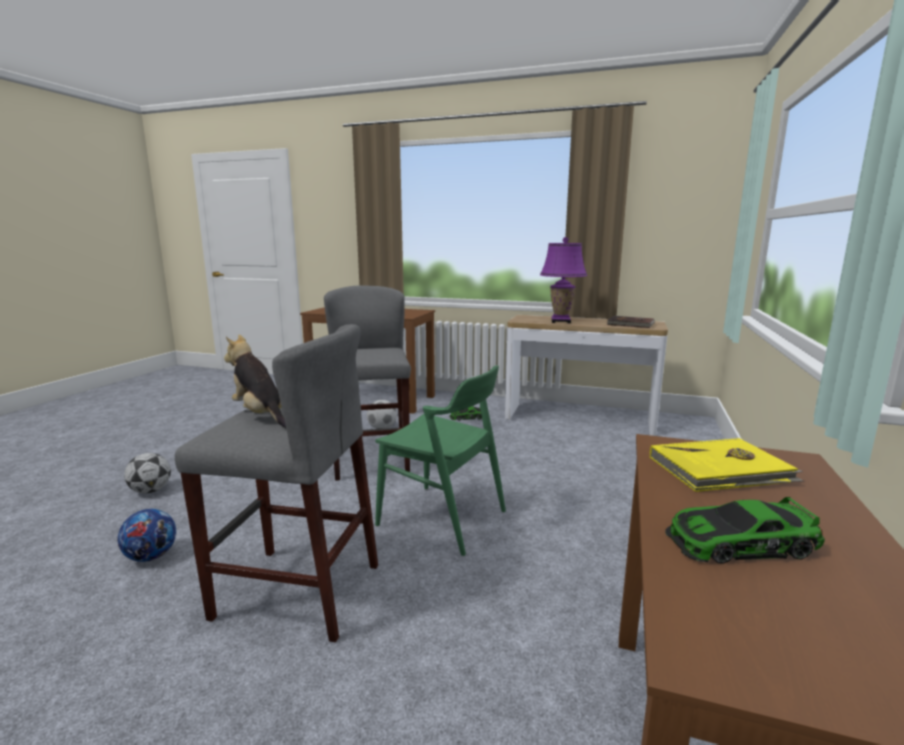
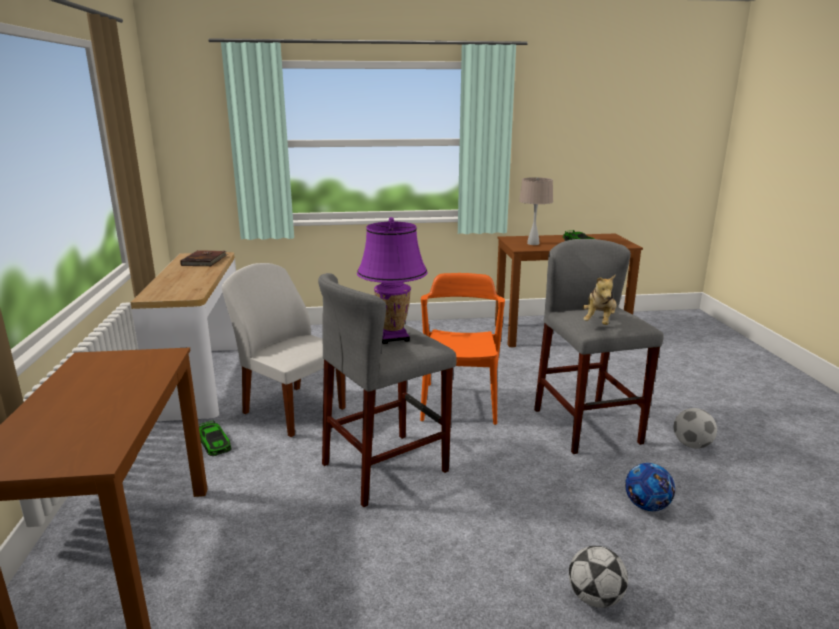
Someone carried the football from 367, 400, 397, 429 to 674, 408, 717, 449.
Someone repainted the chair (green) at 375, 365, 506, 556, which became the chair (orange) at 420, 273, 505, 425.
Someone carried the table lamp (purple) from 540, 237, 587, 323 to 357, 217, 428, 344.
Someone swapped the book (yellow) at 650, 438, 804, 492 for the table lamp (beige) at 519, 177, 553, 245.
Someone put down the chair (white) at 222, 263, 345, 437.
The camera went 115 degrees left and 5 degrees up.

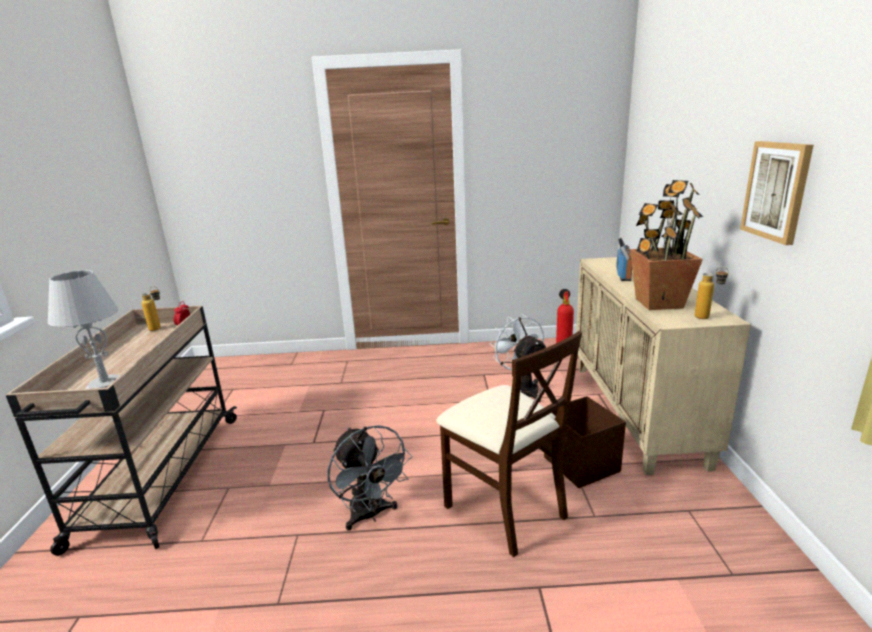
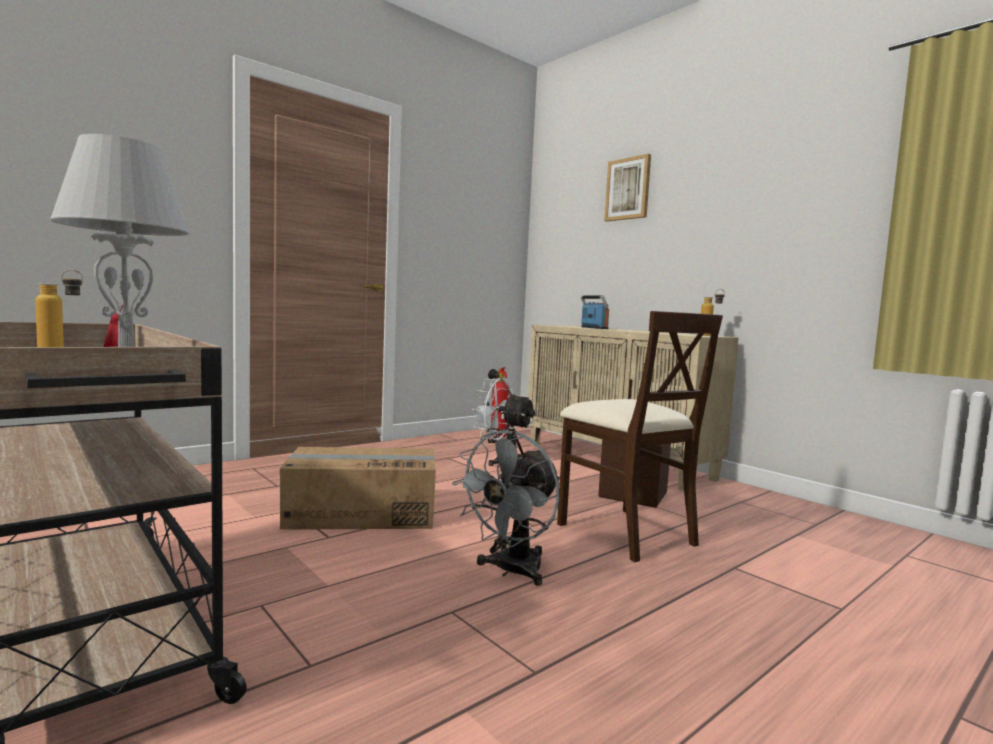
Someone rotated the fan (grey) at 327, 425, 412, 531 by 105 degrees clockwise.
Someone rotated the chair (beige) at 436, 331, 582, 557 by 45 degrees clockwise.
Someone took away the potted plant at 630, 180, 703, 310.
Someone carried the picture from 740, 141, 814, 245 to 604, 154, 651, 221.
Someone put down the cardboard box at 280, 447, 436, 530.
The camera went 40 degrees left and 15 degrees down.

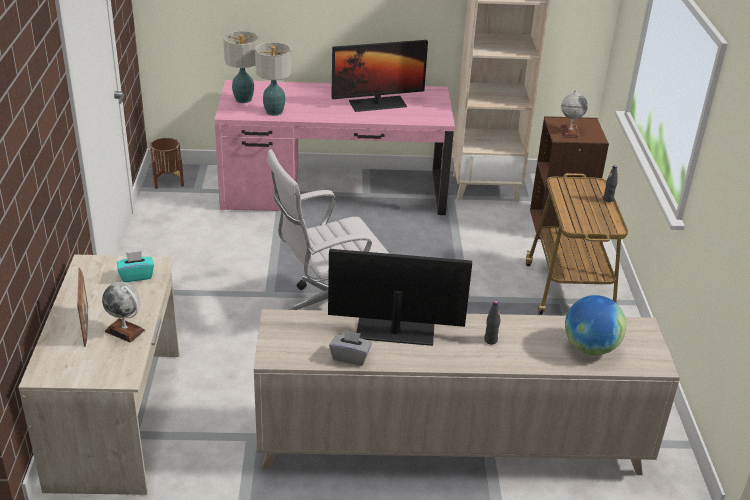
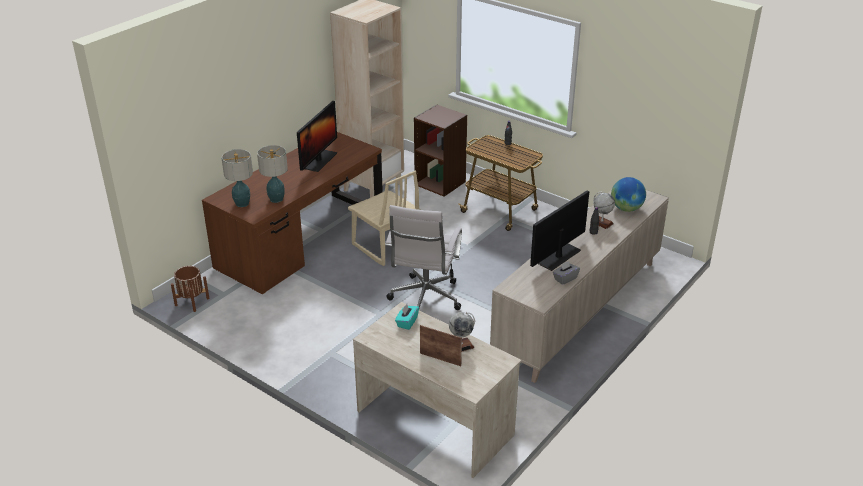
Someone repainted the desk (pink) at 215, 80, 455, 215, which became the desk (brown) at 202, 132, 383, 294.
Someone carried the globe from 561, 91, 588, 138 to 593, 192, 615, 229.
Someone put down the chair (beige) at 348, 171, 420, 266.
The camera went 50 degrees left and 0 degrees up.

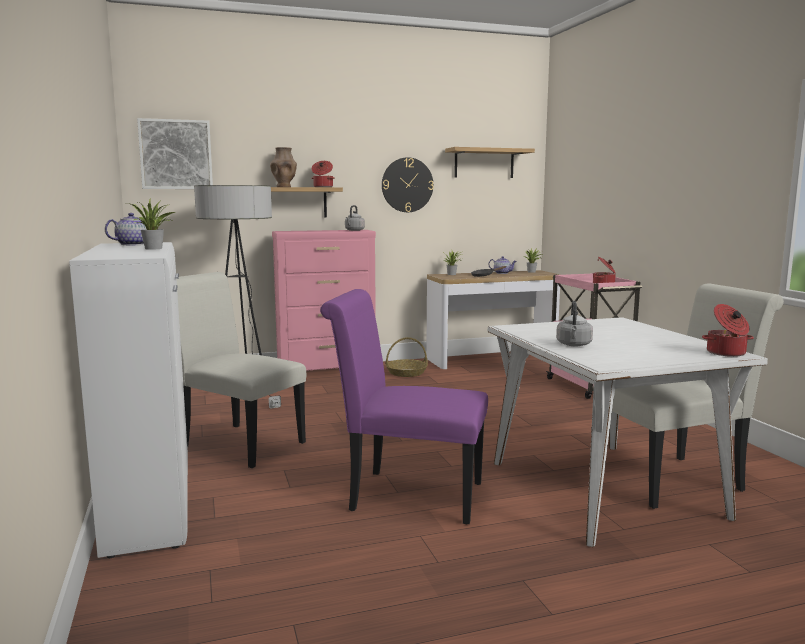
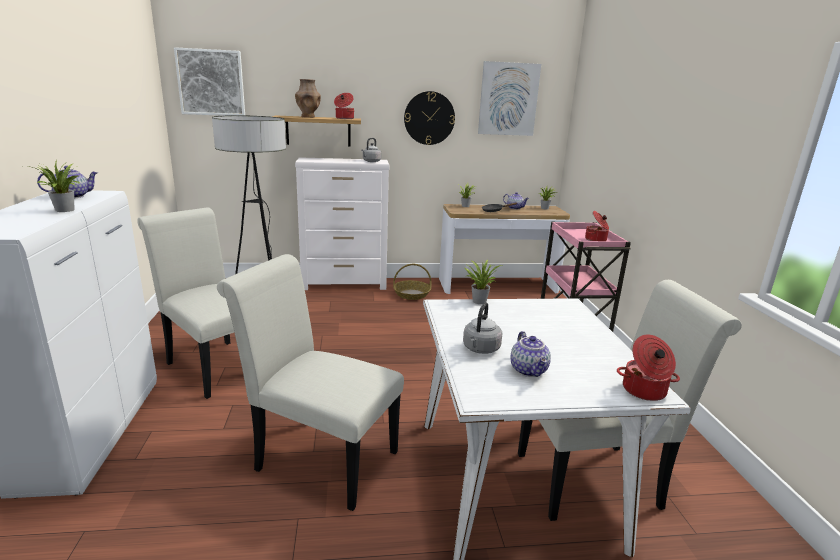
Someone repainted the dresser (pink) at 272, 230, 376, 371, which became the dresser (white) at 295, 157, 389, 290.
Someone repainted the chair (purple) at 320, 289, 488, 524, which became the chair (white) at 217, 254, 404, 511.
Someone swapped the shelf at 445, 147, 535, 178 for the picture at 478, 61, 541, 136.
Someone put down the potted plant at 465, 260, 503, 304.
Someone put down the teapot at 511, 331, 551, 377.
The camera went 10 degrees right and 10 degrees up.

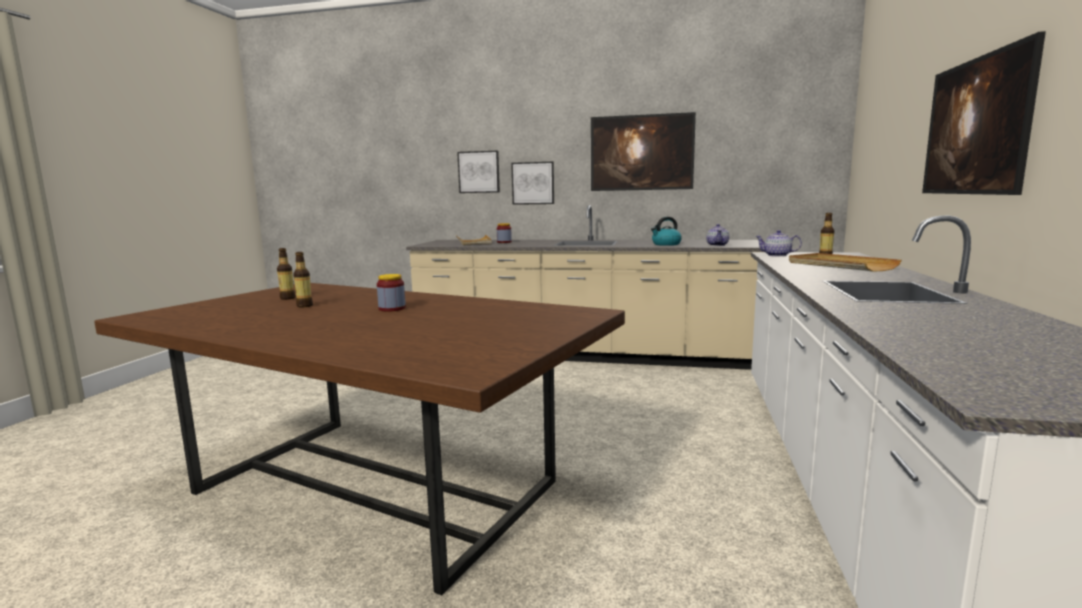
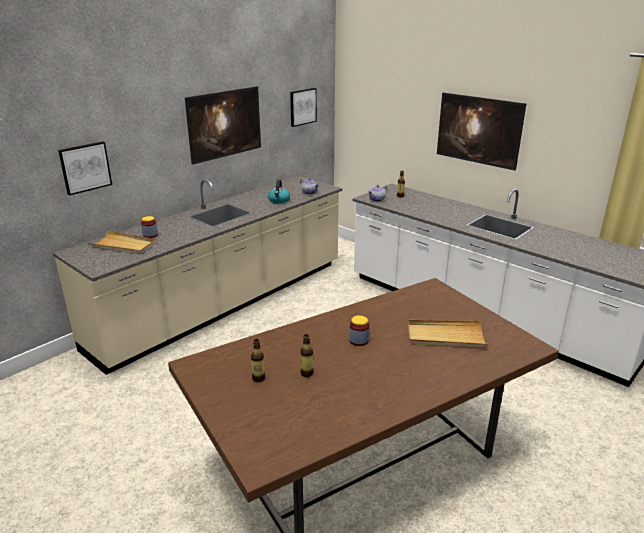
Someone carried the picture from 511, 162, 554, 205 to 290, 88, 317, 127.
Someone carried the tray (beige) from 789, 253, 902, 272 to 408, 320, 488, 346.
The camera went 60 degrees left and 15 degrees up.

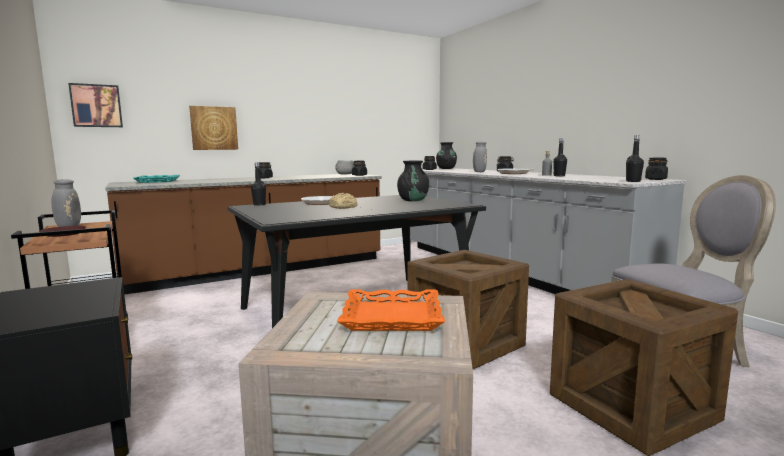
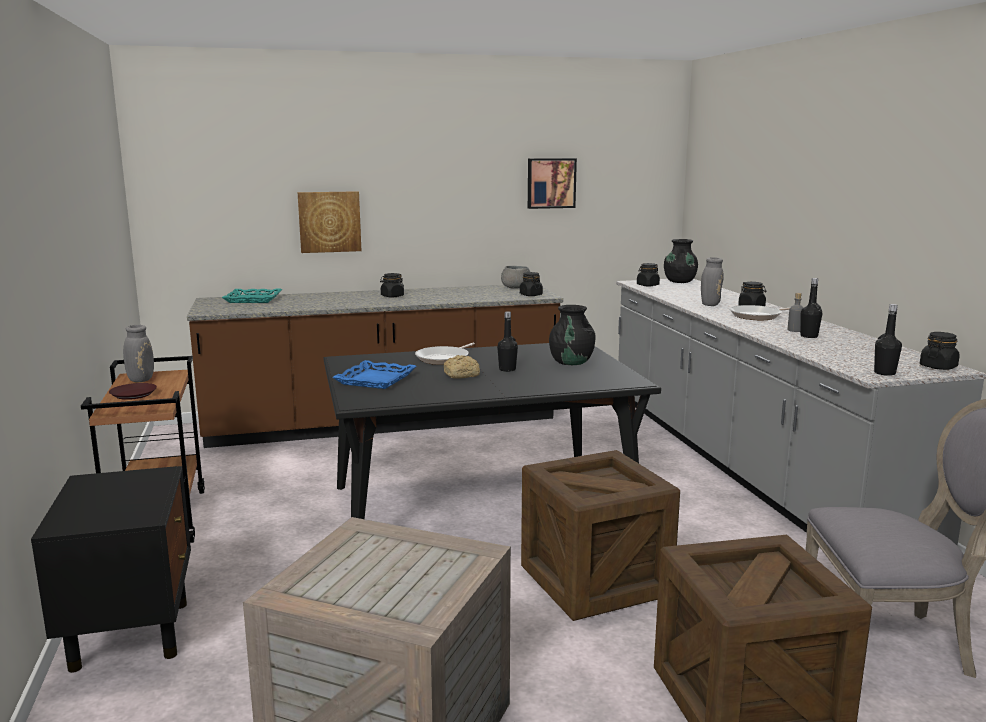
Someone carried the picture from 68, 83, 123, 127 to 528, 158, 577, 209.
Someone carried the bottle (black) from 251, 163, 266, 206 to 497, 311, 518, 372.
Someone took away the tray (orange) at 337, 290, 445, 331.
Someone put down the tray (blue) at 332, 360, 416, 389.
The camera went 15 degrees right and 5 degrees up.

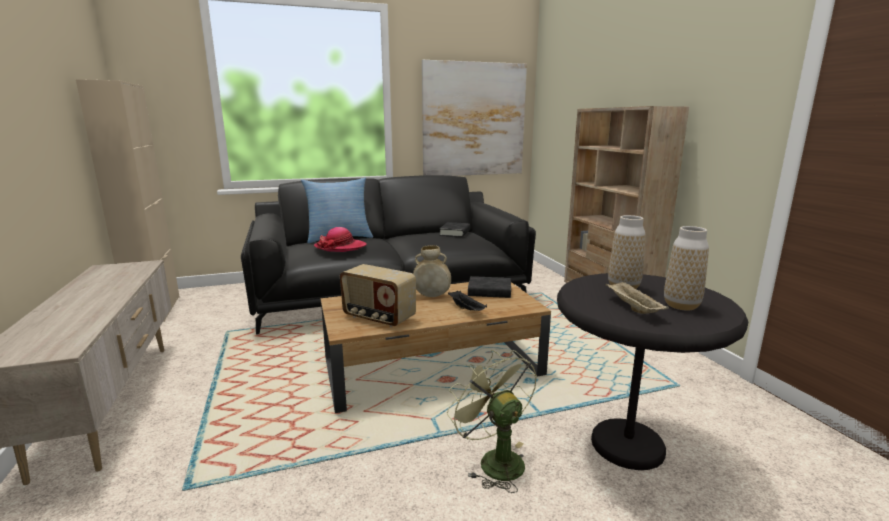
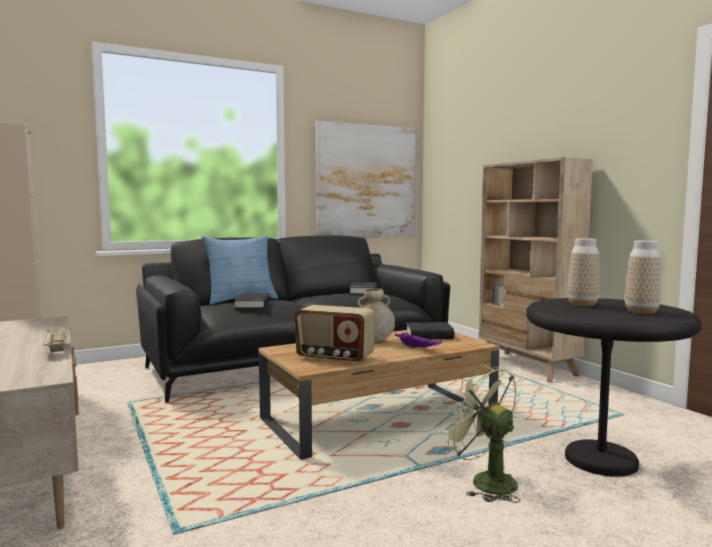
Someone swapped the hat at 314, 227, 367, 252 for the book (black) at 234, 294, 270, 309.
Someone repainted the tray (black) at 448, 291, 487, 311, which became the tray (purple) at 395, 333, 442, 349.
Someone carried the tray (beige) from 606, 281, 669, 314 to 42, 329, 71, 352.
The camera went 10 degrees left and 10 degrees down.

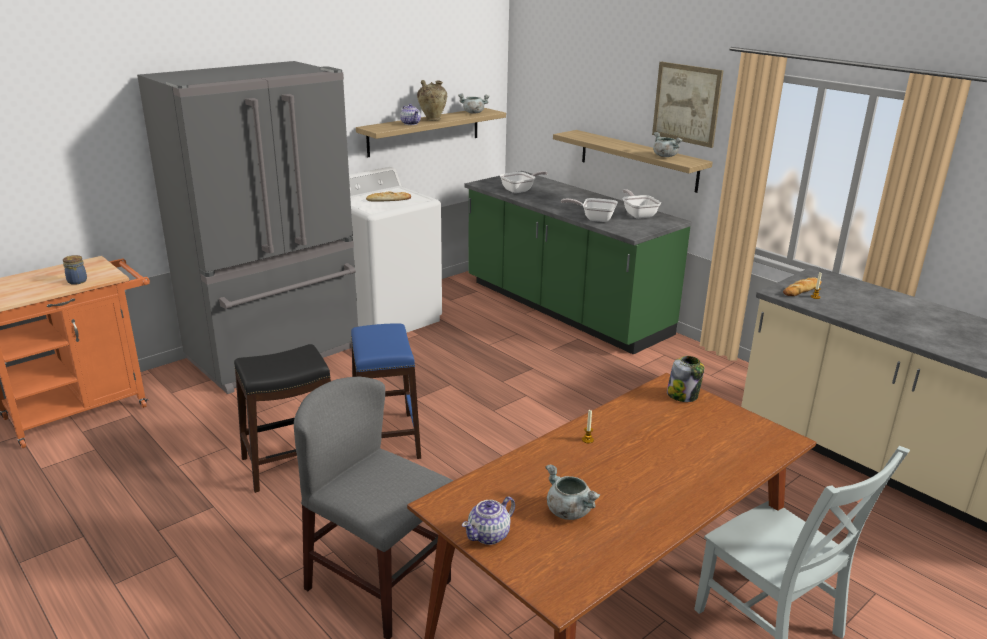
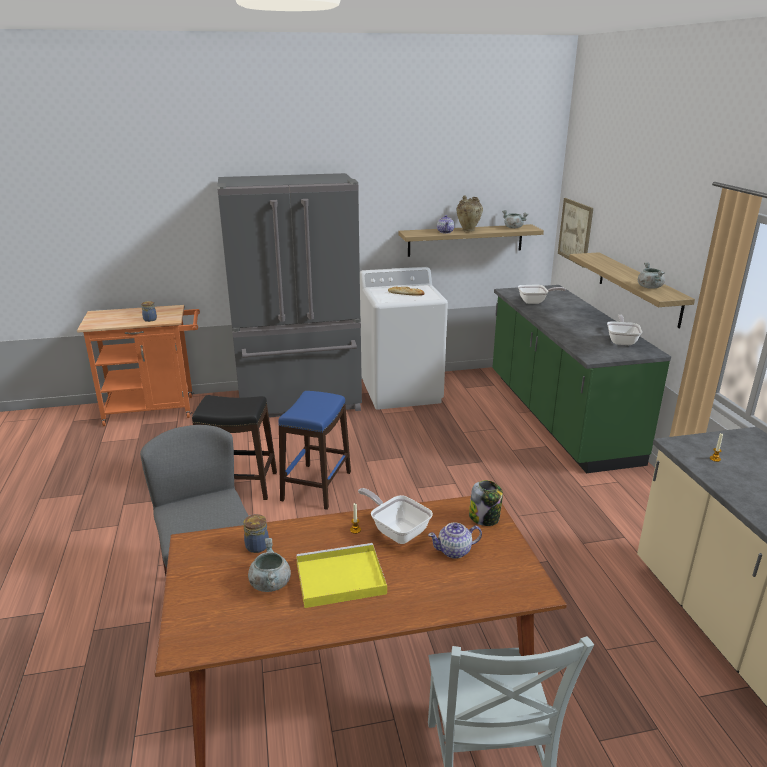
Someone carried the teapot from 462, 497, 515, 545 to 428, 522, 482, 558.
Someone carried the frying pan from 561, 198, 618, 222 to 358, 488, 433, 544.
Someone carried the picture from 652, 62, 724, 148 to 558, 198, 593, 268.
Someone took away the bread at 783, 277, 822, 296.
Someone put down the jar at 243, 514, 269, 553.
Someone put down the tray (yellow) at 296, 543, 387, 608.
The camera went 30 degrees right and 0 degrees up.

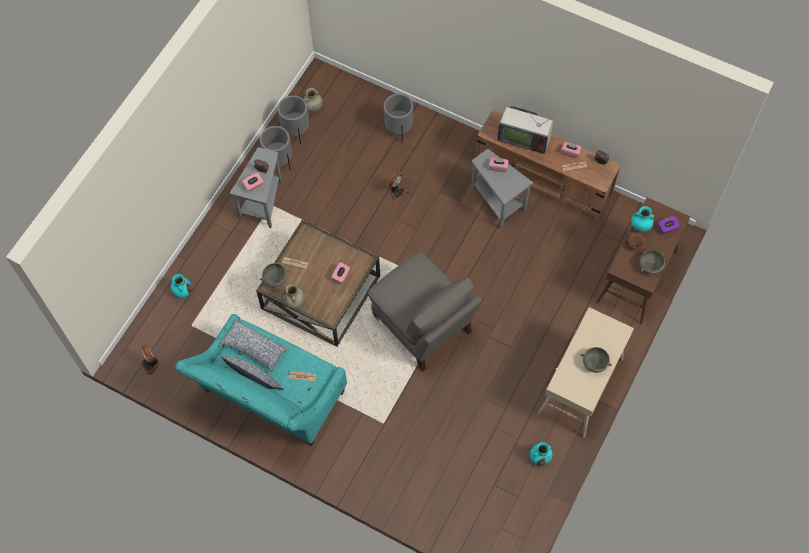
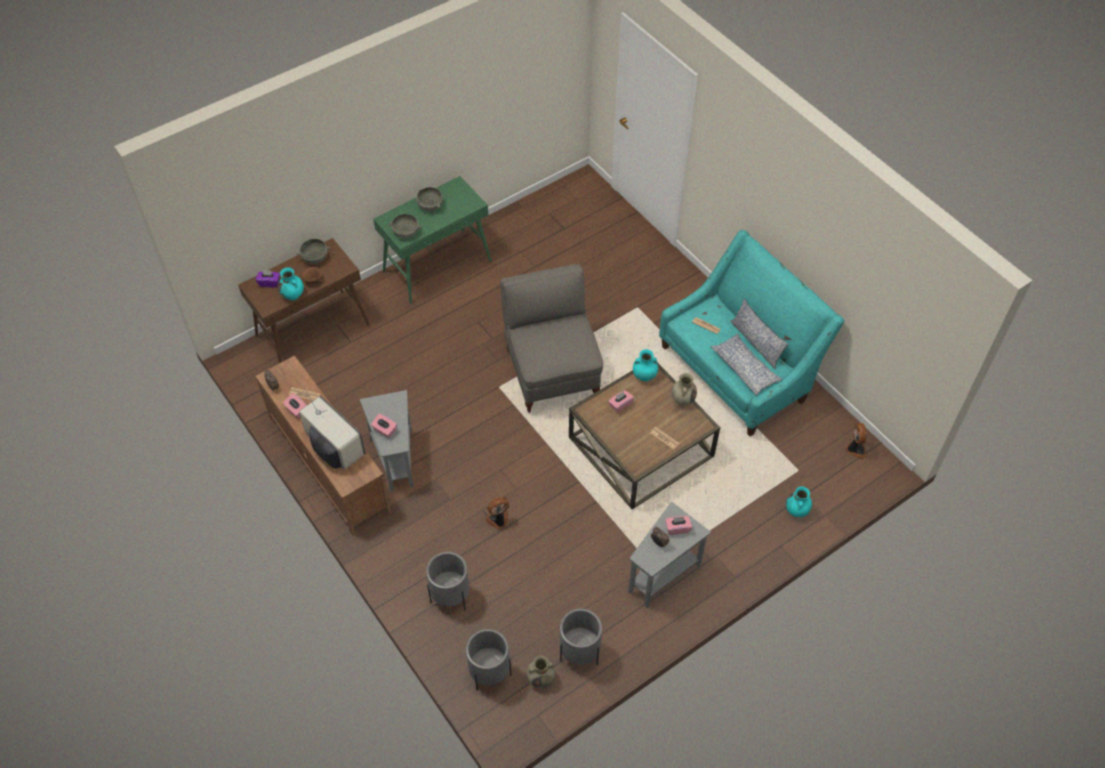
Someone carried the planter (grey) from 260, 126, 292, 170 to 466, 629, 511, 691.
Someone carried the bowl (grey) from 260, 263, 289, 287 to 389, 214, 421, 239.
Someone carried the vase (turquoise) from 530, 442, 552, 466 to 633, 349, 658, 381.
Someone repainted the console table (beige) at 538, 307, 634, 437, which became the console table (green) at 373, 176, 491, 304.
The camera went 155 degrees left and 10 degrees down.

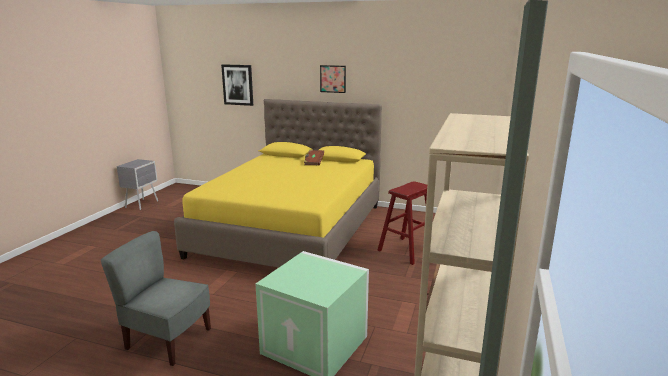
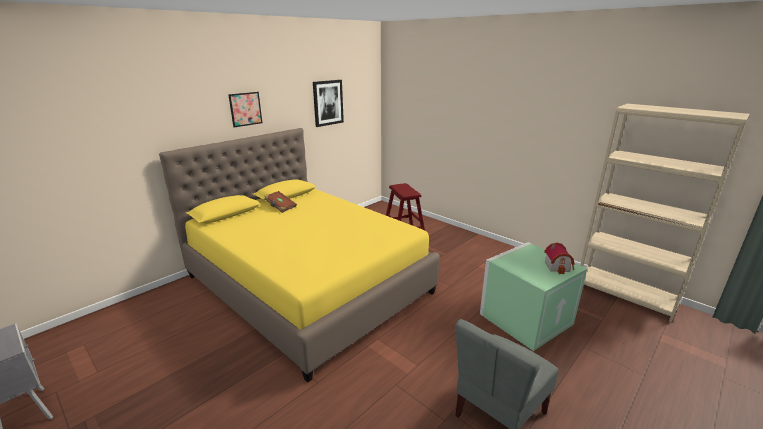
Someone carried the picture from 221, 64, 253, 106 to 313, 80, 344, 127.
Someone put down the toy house at 544, 243, 575, 274.
The camera went 65 degrees left and 5 degrees up.

